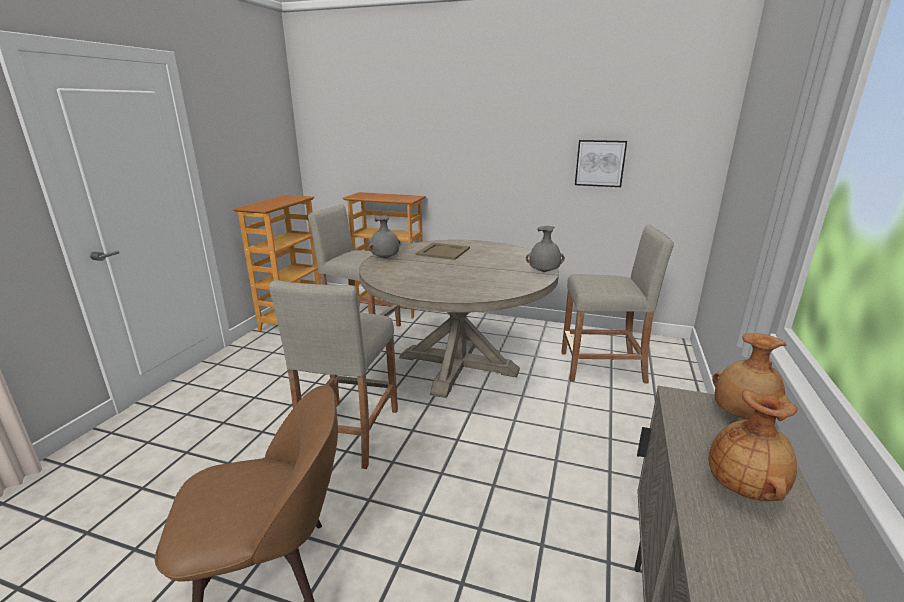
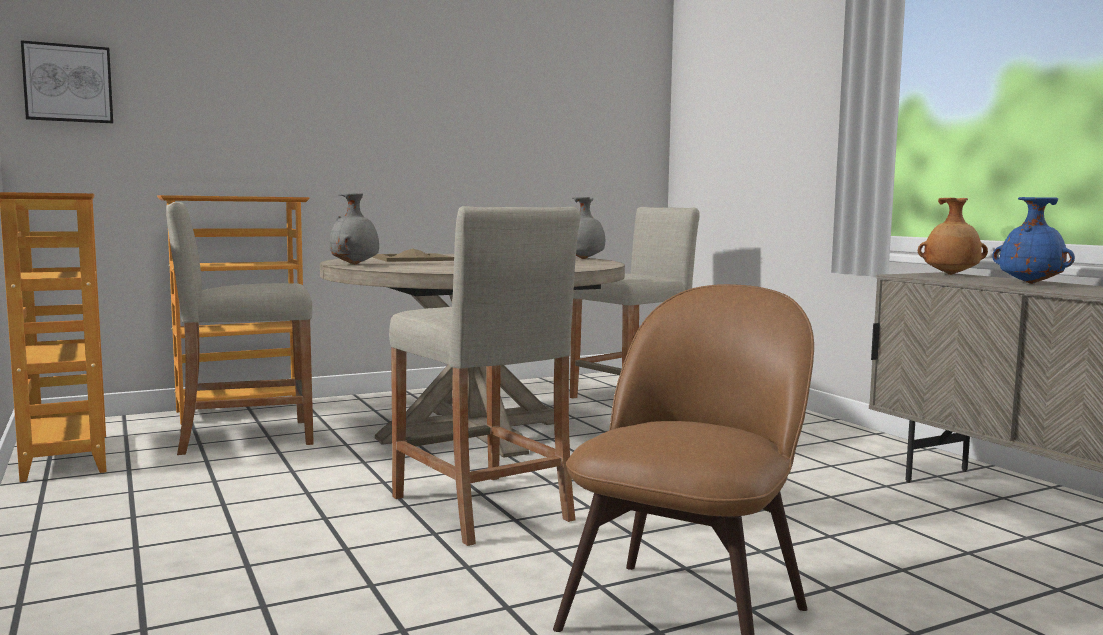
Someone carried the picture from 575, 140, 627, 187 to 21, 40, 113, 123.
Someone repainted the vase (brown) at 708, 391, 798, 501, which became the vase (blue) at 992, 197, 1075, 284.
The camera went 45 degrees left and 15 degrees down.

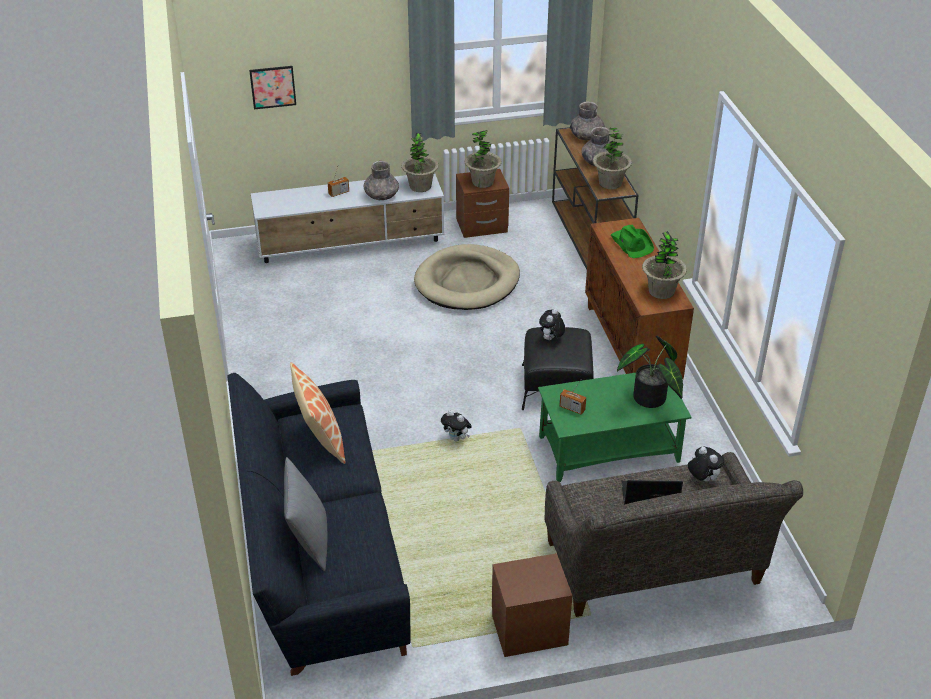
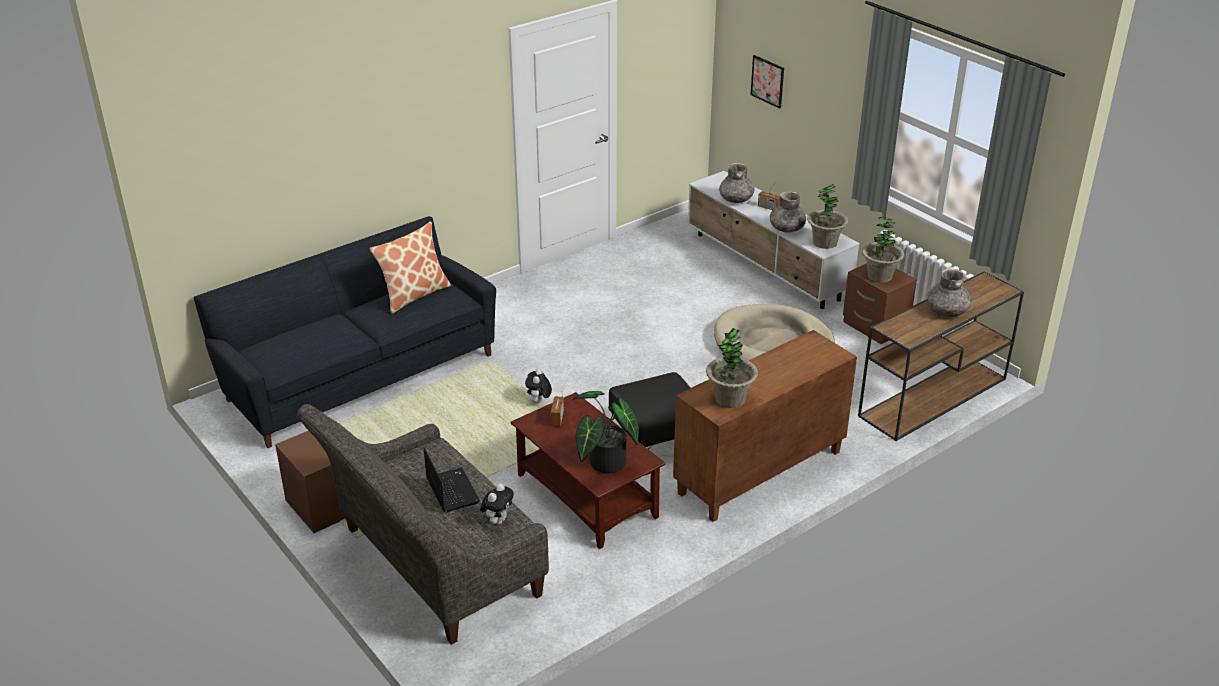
Someone took away the pillow (grey) at 284, 457, 327, 571.
Someone repainted the coffee table (green) at 538, 373, 692, 482, which became the coffee table (brown) at 510, 392, 666, 549.
Someone took away the plush toy at 539, 308, 565, 340.
Someone carried the vase (grey) from 570, 102, 605, 140 to 719, 163, 755, 203.
Someone took away the potted plant at 593, 128, 632, 189.
Someone took away the hat (green) at 611, 225, 654, 258.
The camera went 65 degrees right and 5 degrees down.

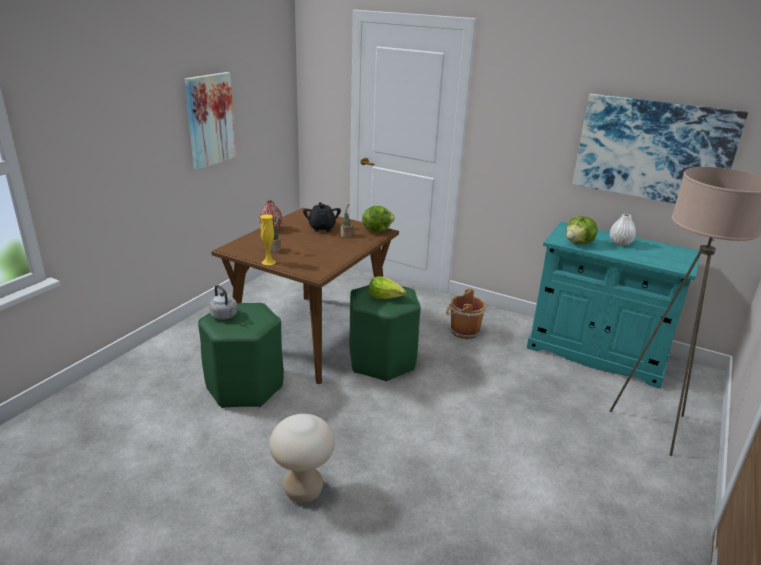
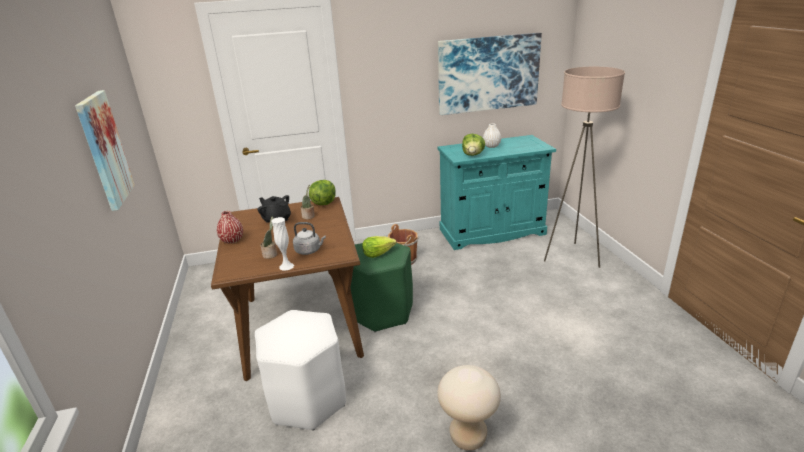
Someone repainted the stool (green) at 198, 303, 284, 408, which became the stool (white) at 255, 310, 346, 431.
Someone carried the kettle (grey) from 209, 285, 237, 320 to 293, 222, 326, 255.
Someone repainted the vase (yellow) at 260, 214, 276, 265, which became the vase (white) at 272, 217, 294, 271.
The camera went 40 degrees left and 0 degrees up.

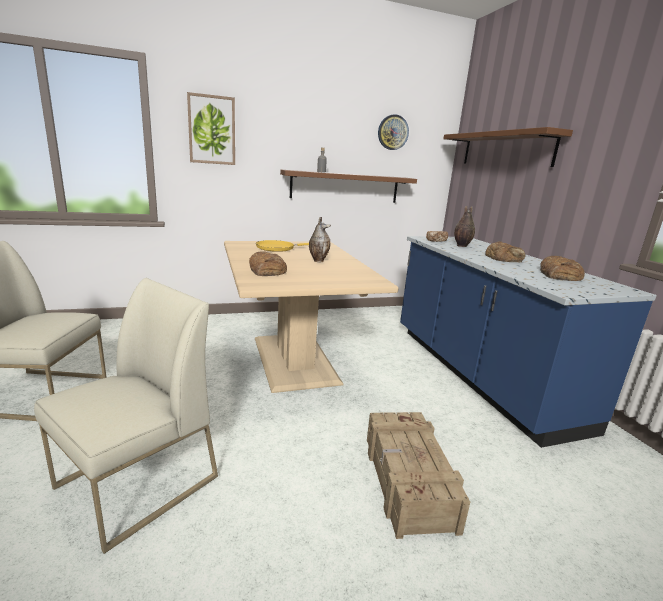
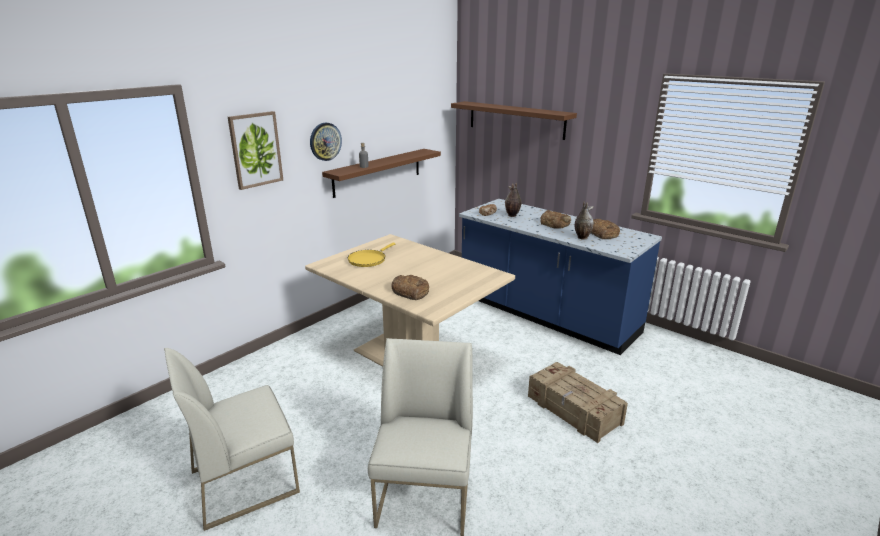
Someone carried the vase from 309, 217, 331, 262 to 575, 201, 594, 240.
Someone carried the wall clock from 378, 114, 409, 150 to 310, 123, 342, 161.
The camera went 30 degrees left and 5 degrees up.

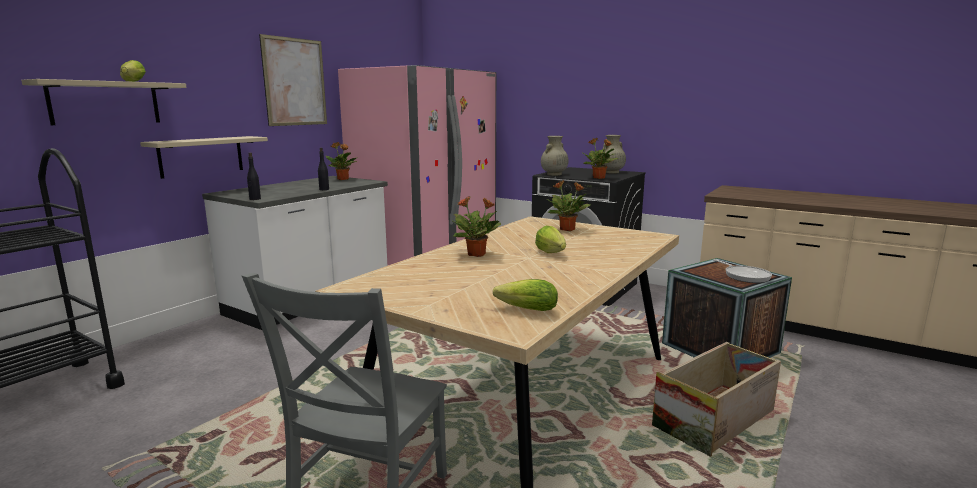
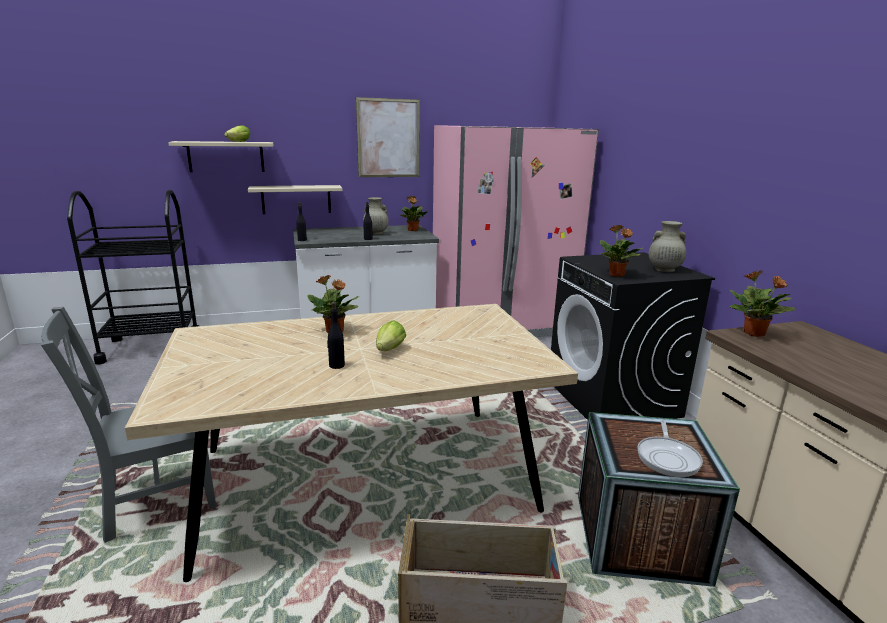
Someone took away the lettuce at 493, 279, 558, 311.
Someone carried the vase (beige) from 541, 136, 569, 176 to 363, 197, 389, 235.
Someone carried the potted plant from 547, 180, 590, 231 to 729, 270, 796, 337.
Someone put down the bottle (black) at 327, 302, 345, 369.
The camera went 40 degrees right and 5 degrees up.

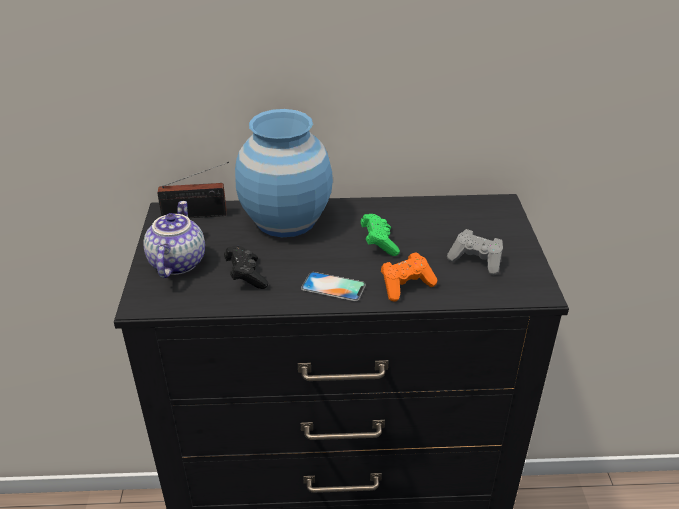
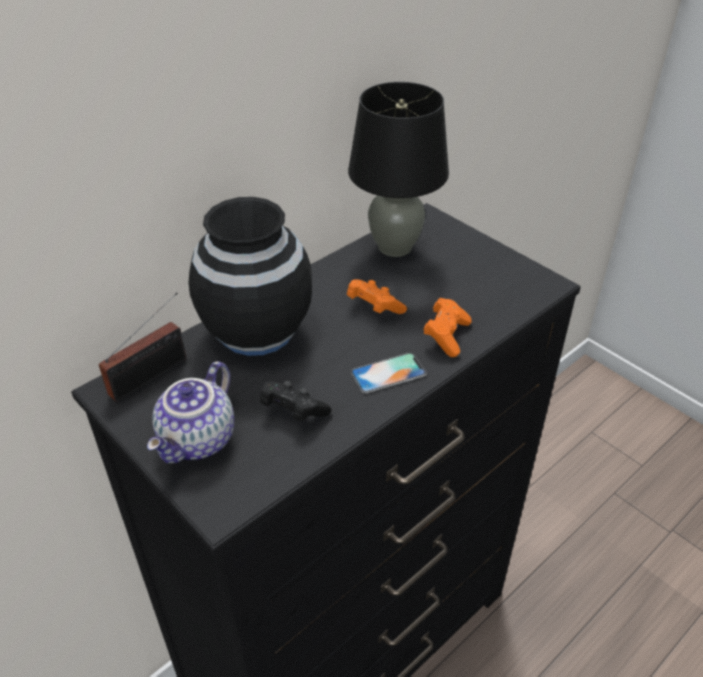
Someone rotated the teapot at 143, 201, 205, 278 by 120 degrees counterclockwise.
Someone repainted the vase (blue) at 235, 109, 333, 237, which became the vase (black) at 189, 197, 312, 356.
Someone repainted the game controller (green) at 361, 214, 400, 256, which became the game controller (orange) at 347, 279, 407, 314.
Someone took away the game controller (grey) at 447, 229, 503, 275.
Someone put down the table lamp (black) at 348, 82, 449, 257.
The camera went 40 degrees left and 5 degrees up.

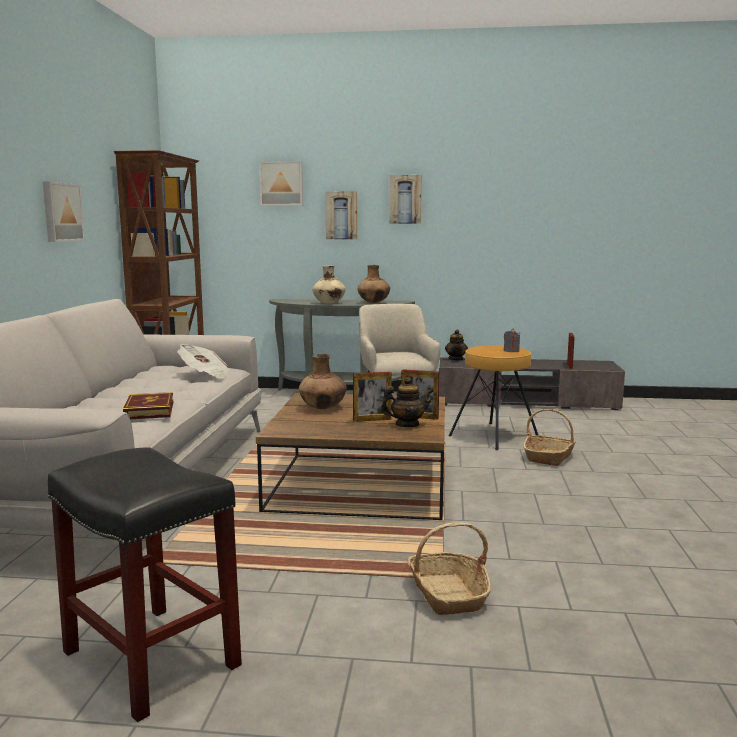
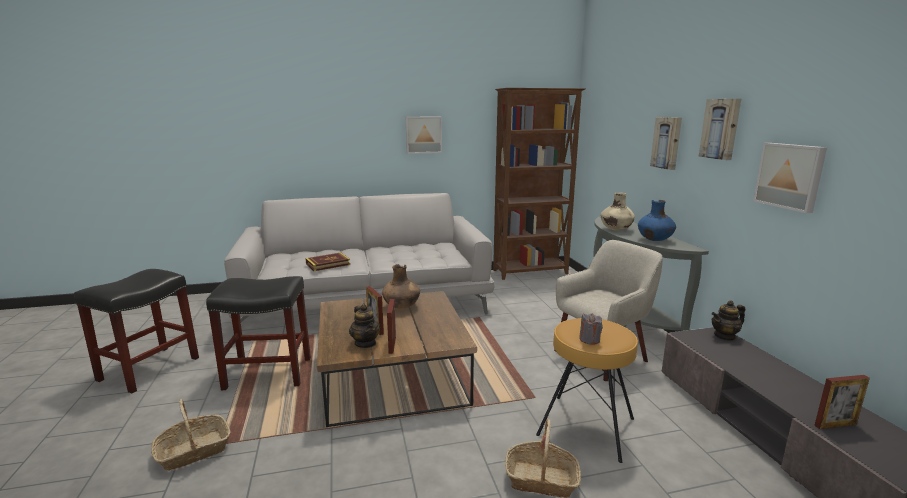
Someone took away the newspaper at 177, 344, 231, 379.
Someone carried the picture from 259, 161, 303, 206 to 753, 143, 827, 213.
Someone repainted the vase (brown) at 358, 265, 390, 303, which became the vase (blue) at 638, 200, 676, 241.
Someone put down the stool (black) at 206, 276, 311, 390.
The camera went 70 degrees right and 5 degrees up.

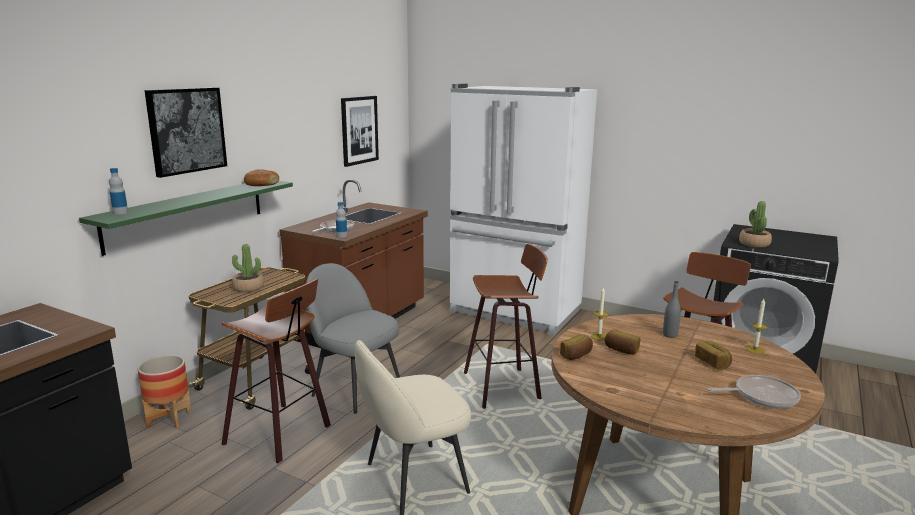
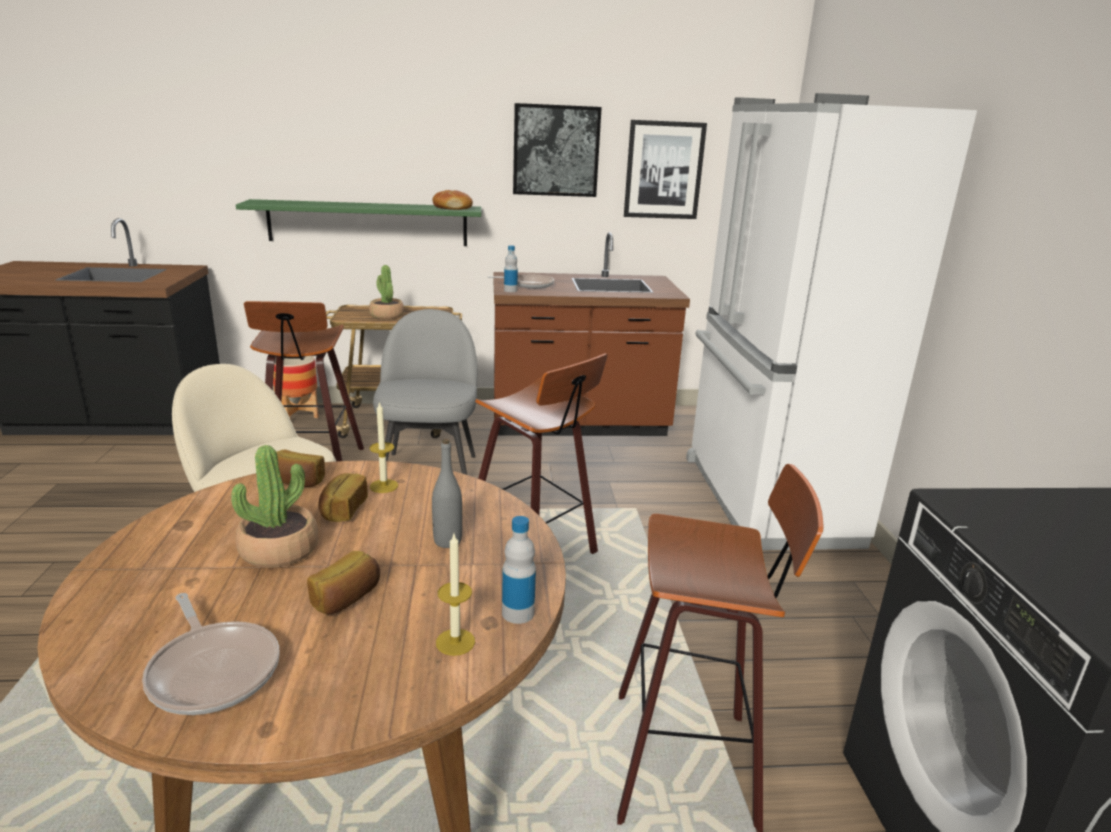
Someone carried the bottle from 109, 168, 128, 214 to 502, 516, 536, 624.
Someone carried the picture from 144, 87, 227, 178 to 513, 103, 602, 197.
Someone carried the potted plant from 739, 201, 772, 248 to 231, 445, 319, 568.
The camera went 55 degrees right and 5 degrees up.

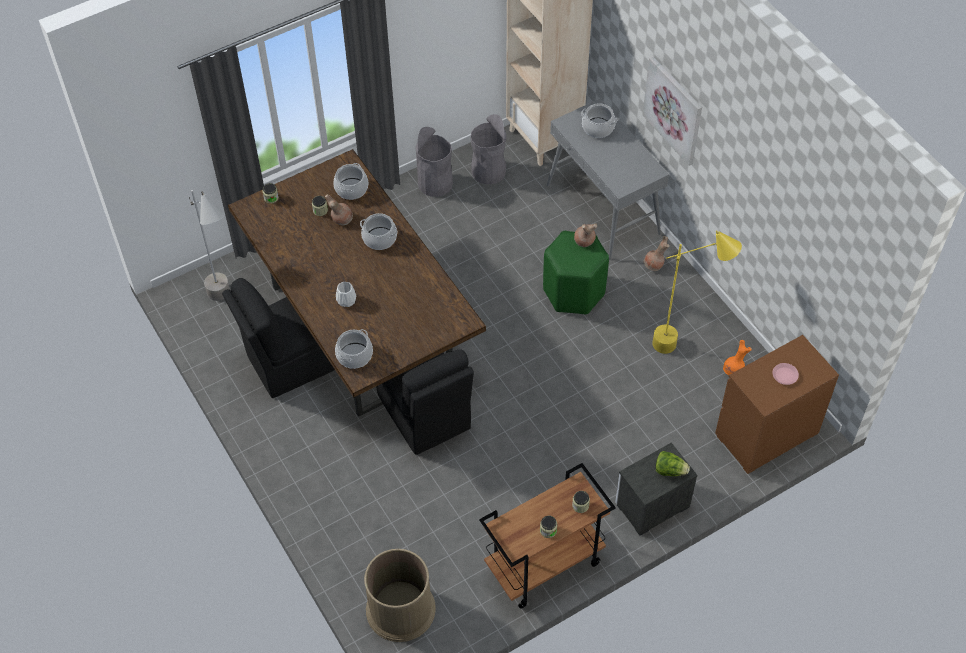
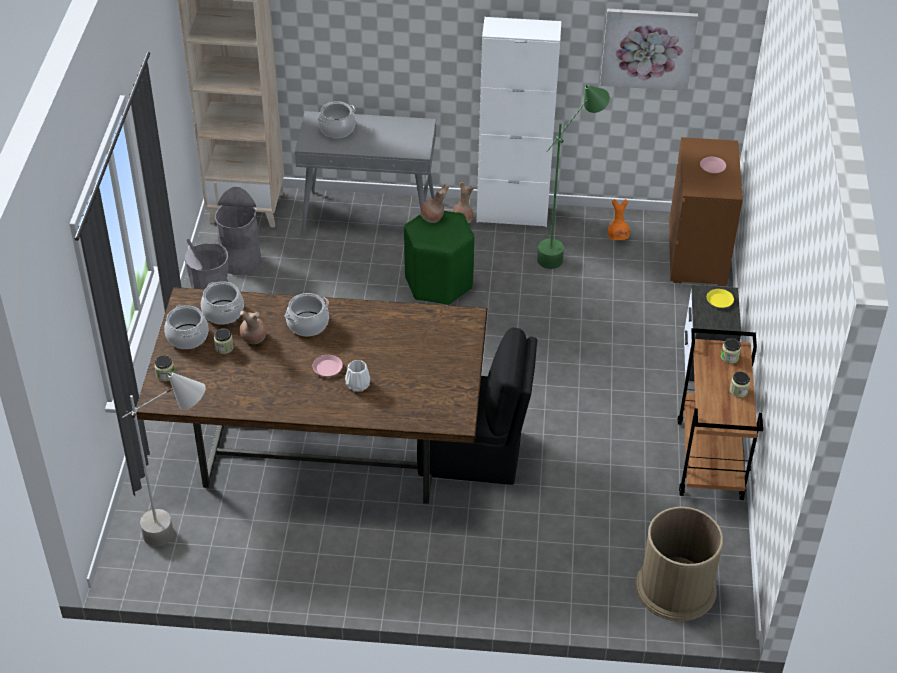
Someone took away the chair (black) at 222, 278, 335, 398.
Someone carried the cooking pot from 335, 329, 373, 369 to 164, 305, 208, 349.
Someone carried the picture from 642, 56, 702, 166 to 600, 9, 698, 91.
Someone repainted the floor lamp (yellow) at 652, 230, 742, 354, which became the floor lamp (green) at 537, 84, 610, 269.
Someone swapped the lettuce at 656, 451, 690, 476 for the plate (yellow) at 707, 289, 734, 308.
Someone put down the plate (pink) at 313, 355, 343, 376.
Someone put down the cabinet (white) at 476, 17, 561, 227.
The camera went 55 degrees left and 10 degrees down.

